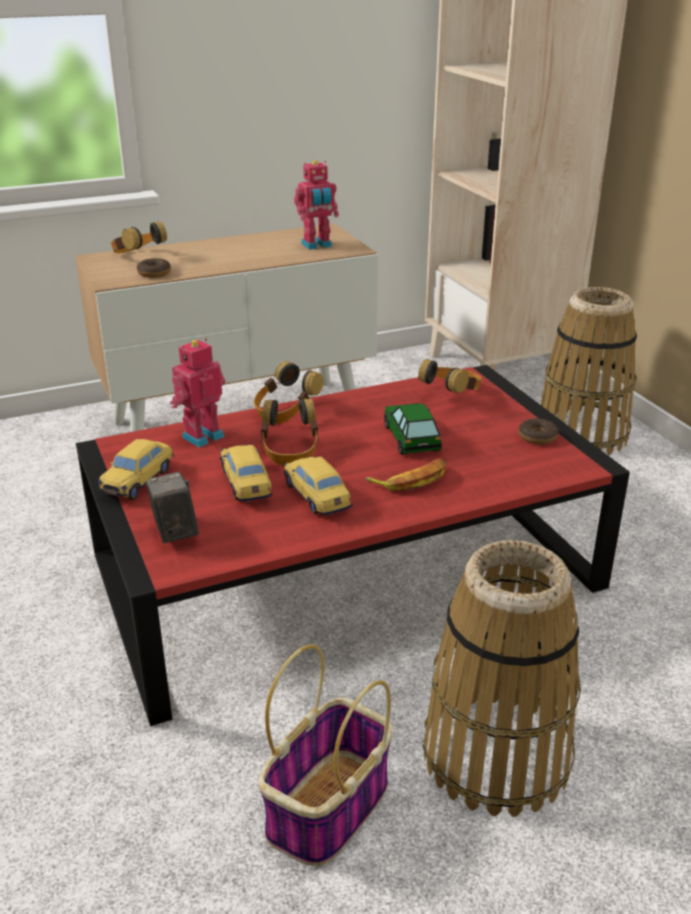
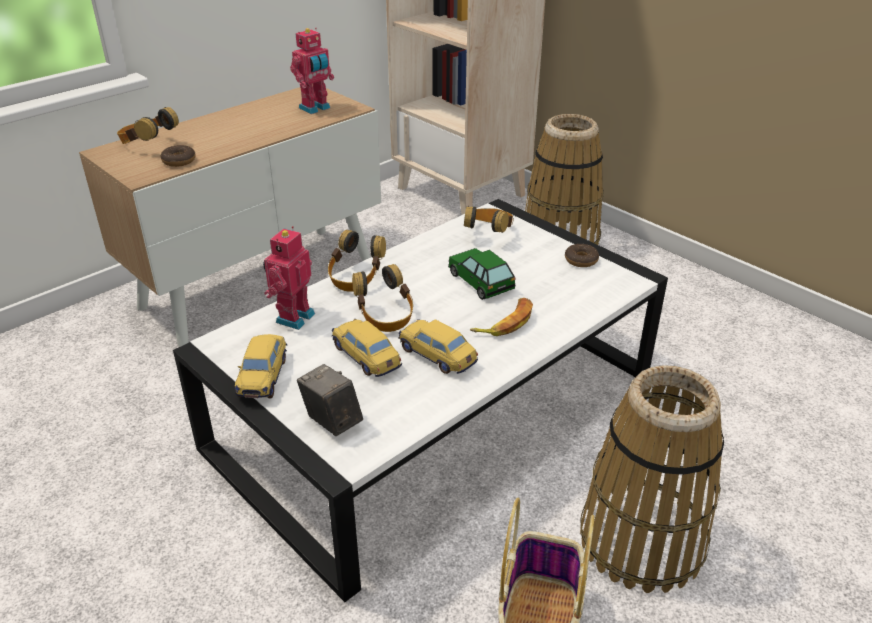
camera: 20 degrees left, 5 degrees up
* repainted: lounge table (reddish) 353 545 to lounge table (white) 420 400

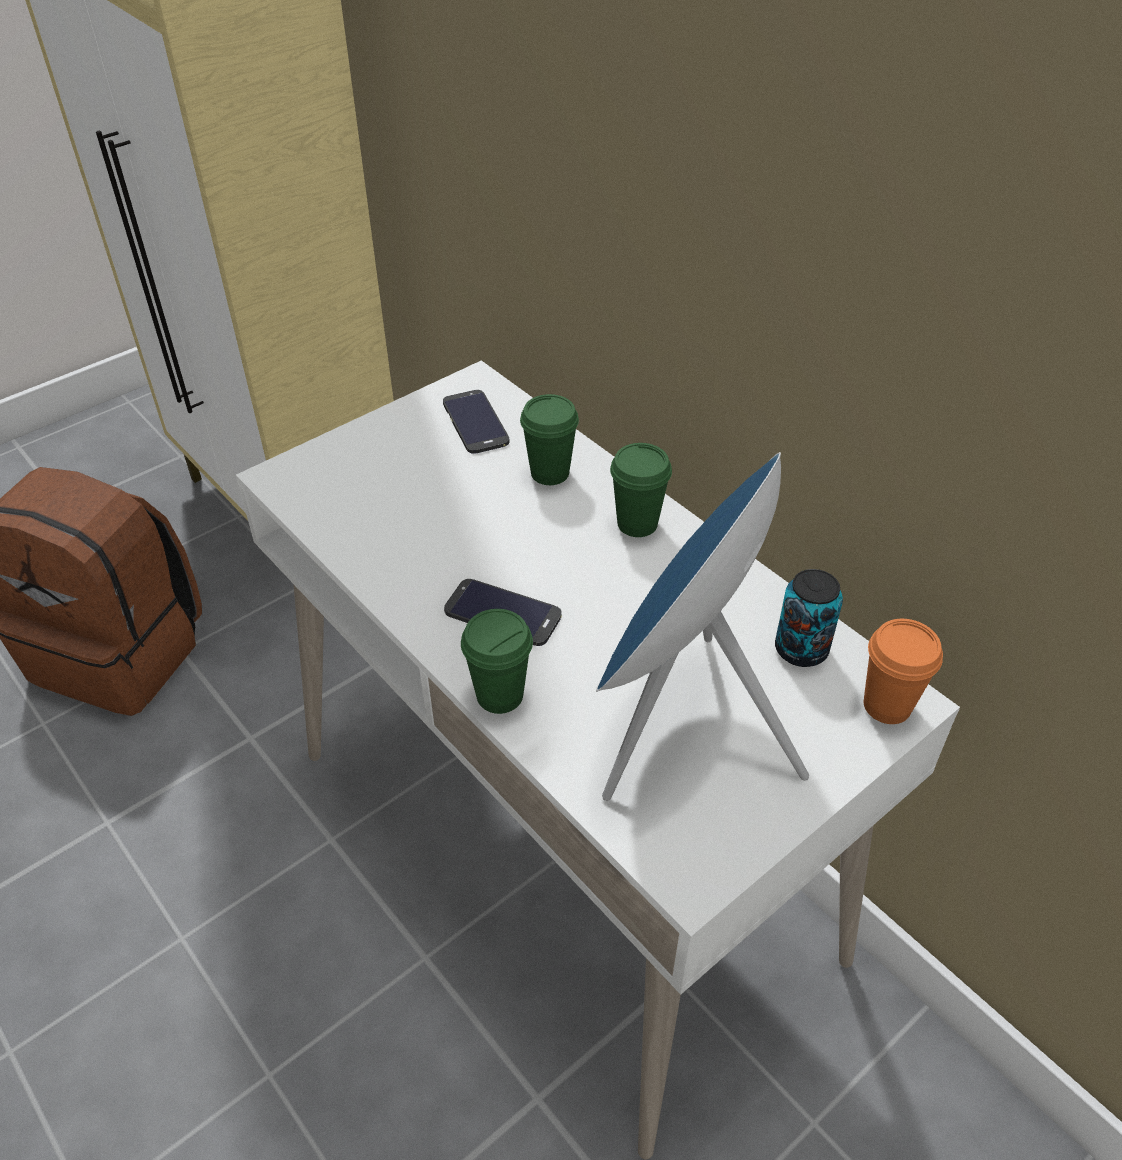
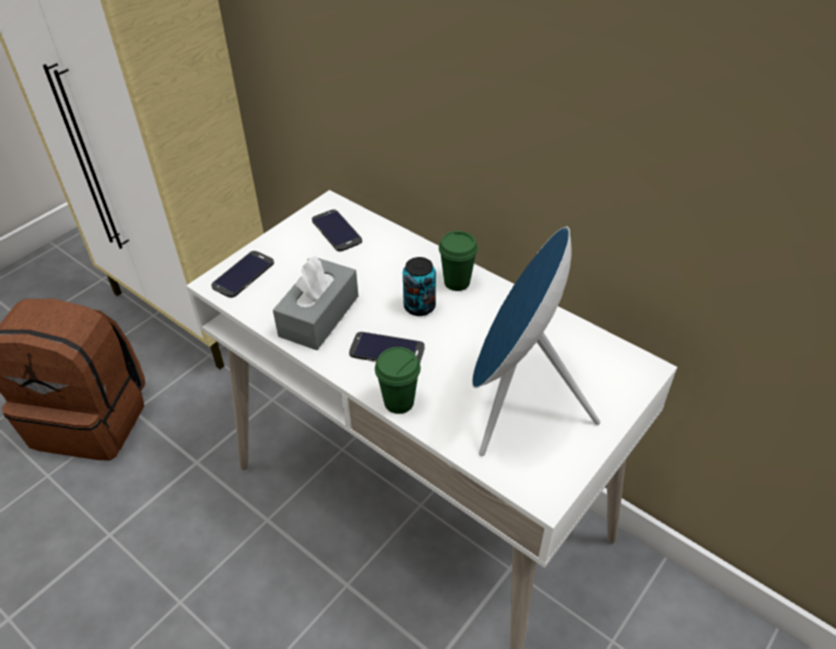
camera: 10 degrees left, 0 degrees up
* gone: cup (green) 549 439
* shifted: metal can 809 618 to 419 286
* gone: cup (orange) 903 671
* new: telephone 242 274
* new: box of tissues (grey) 315 303

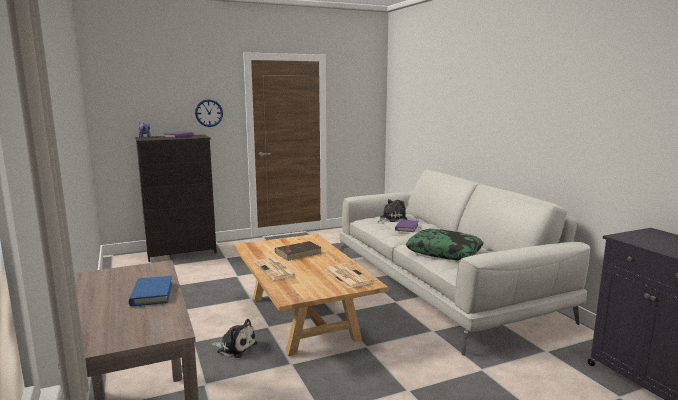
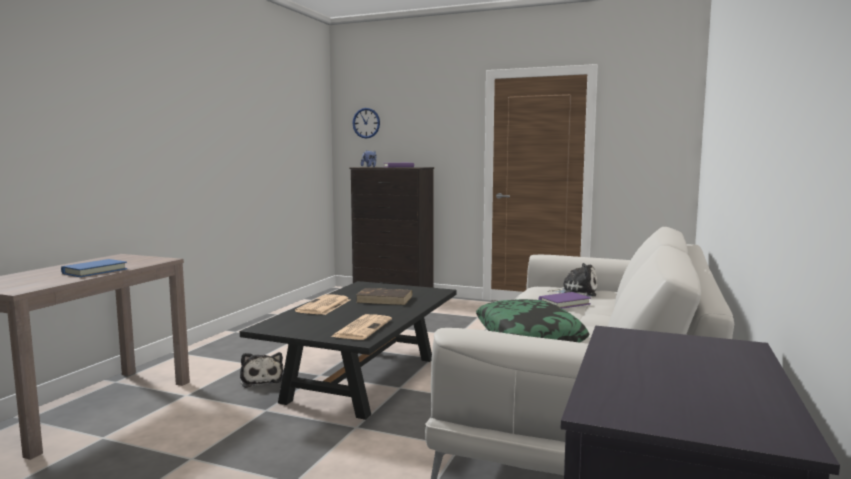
camera: 45 degrees right, 5 degrees down
* shifted: wall clock 209 113 to 366 123
* repainted: lounge table (sand-coloured) 311 295 to lounge table (blackish) 348 350

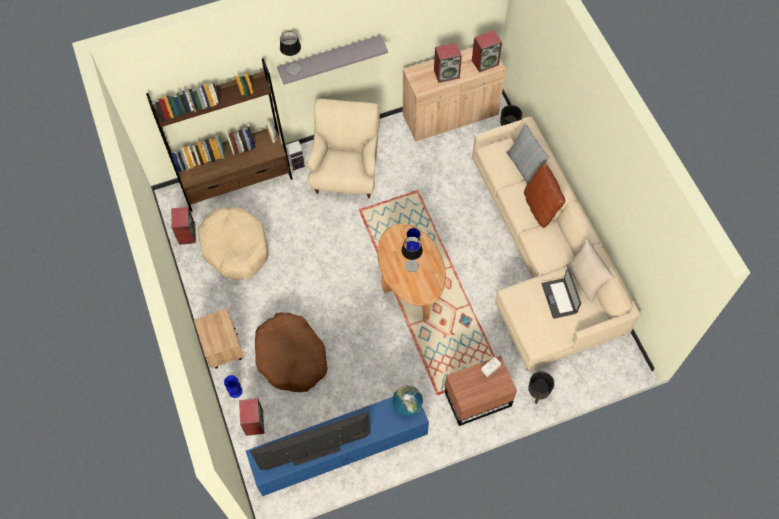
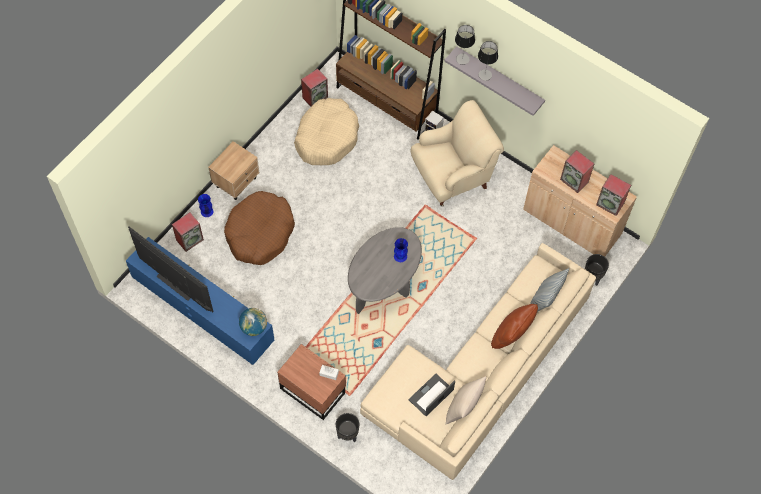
camera: 55 degrees right, 0 degrees up
* repainted: lounge table (brownish) 411 272 to lounge table (grey) 385 270
* shifted: tabletop lamp 412 254 to 488 61

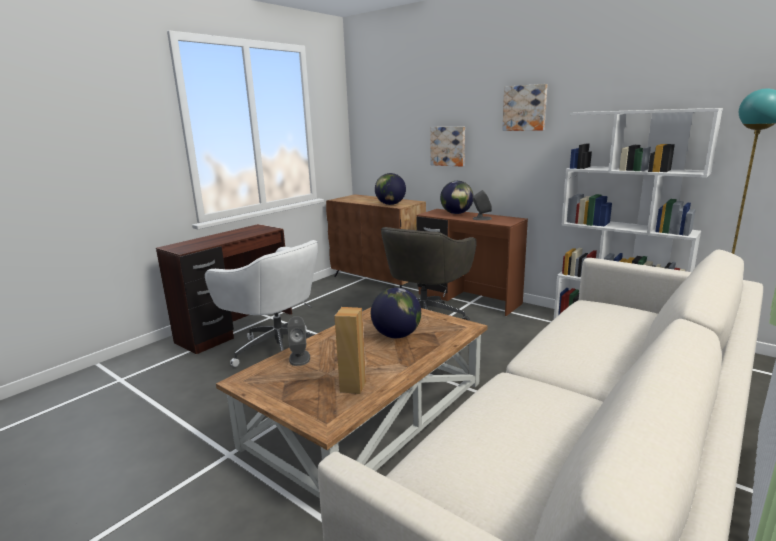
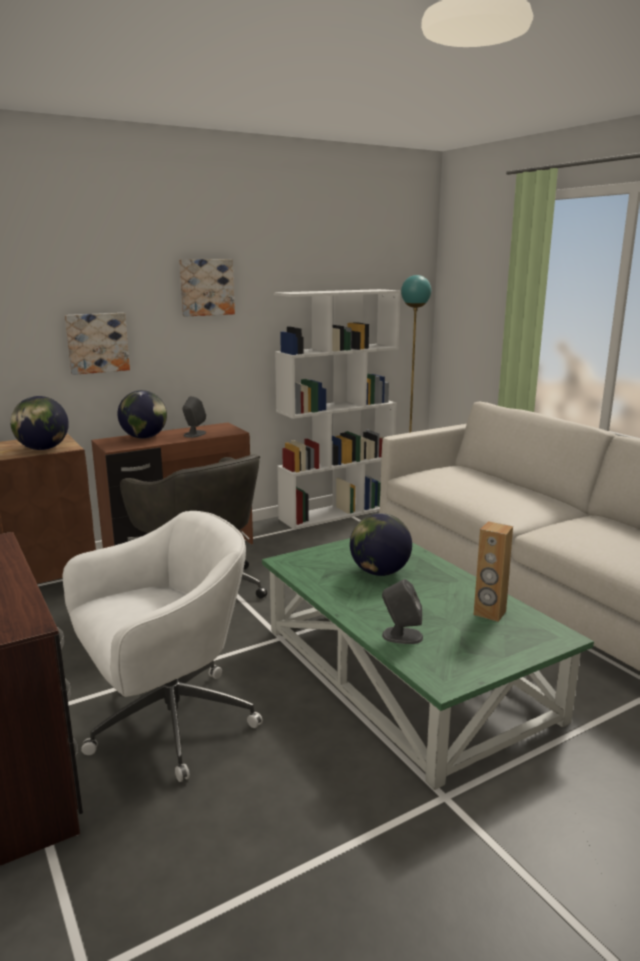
camera: 70 degrees left, 0 degrees up
* repainted: lounge table (brownish) 352 402 to lounge table (green) 428 664

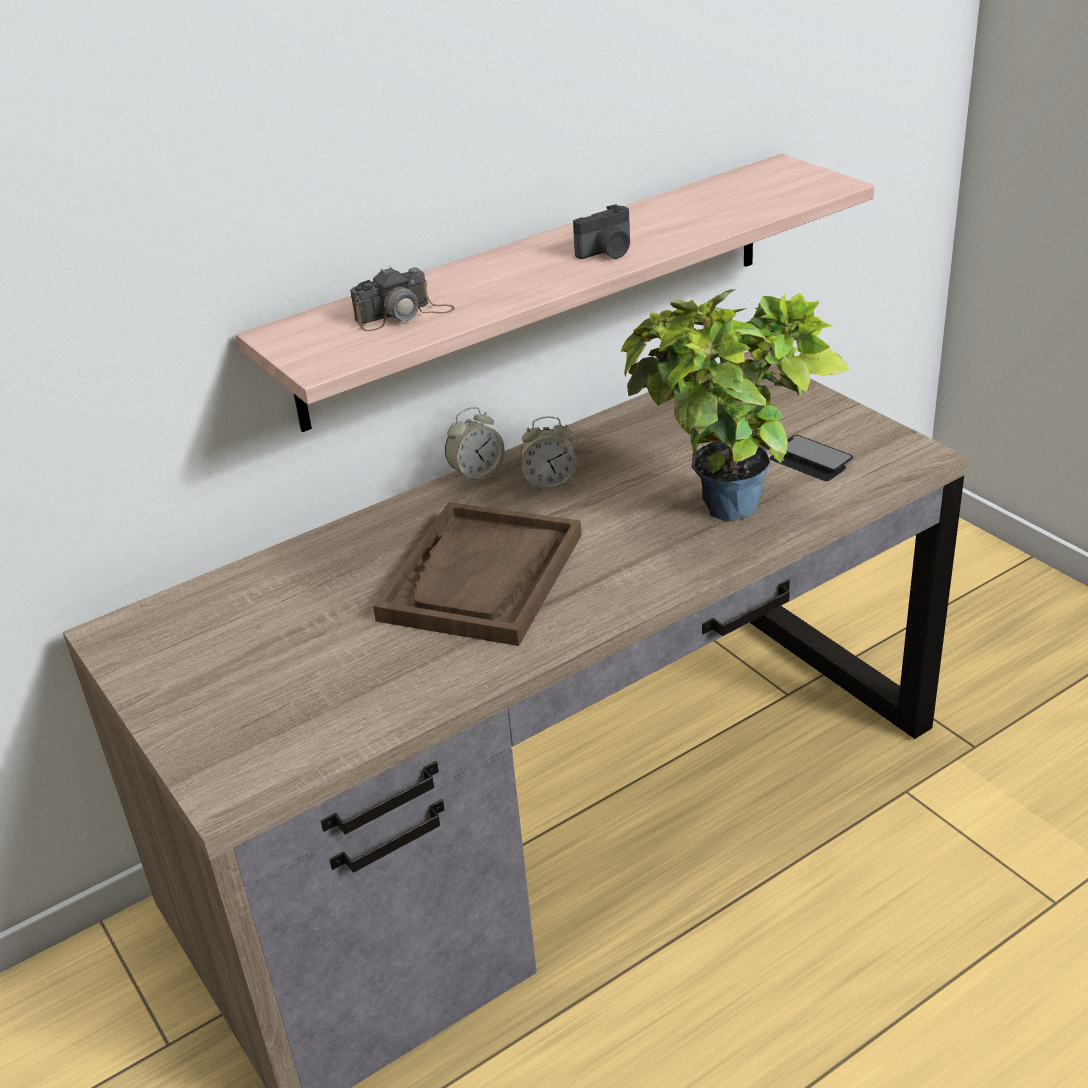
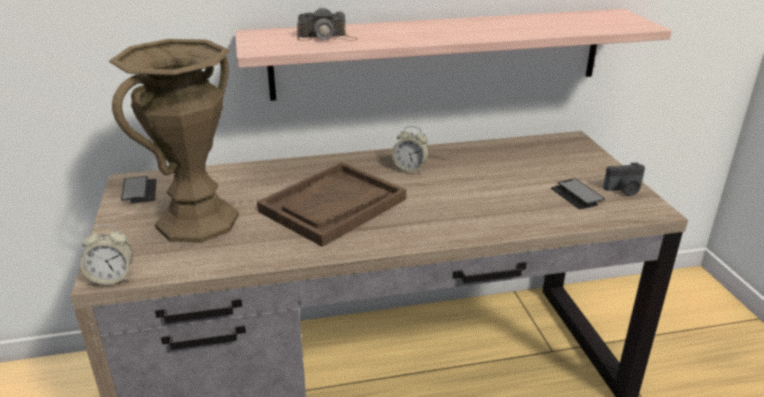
camera: 20 degrees right, 5 degrees down
* shifted: photo camera 601 231 to 624 179
* gone: potted plant 735 405
* shifted: alarm clock 475 445 to 106 255
* new: decorative vase (brownish) 174 141
* new: telephone 138 189

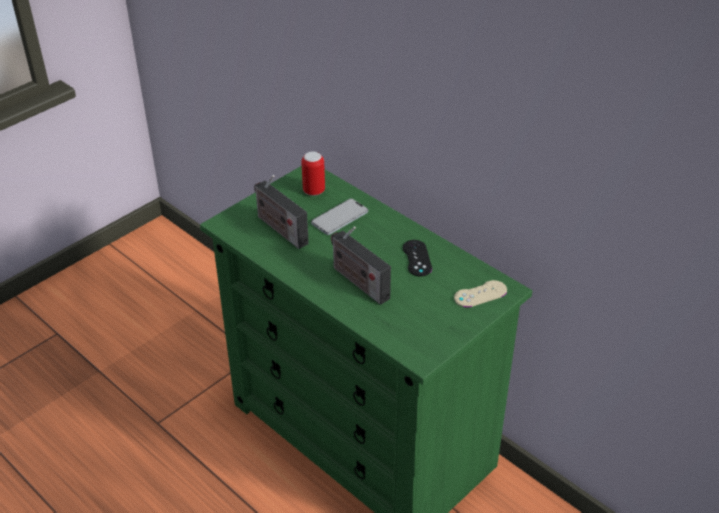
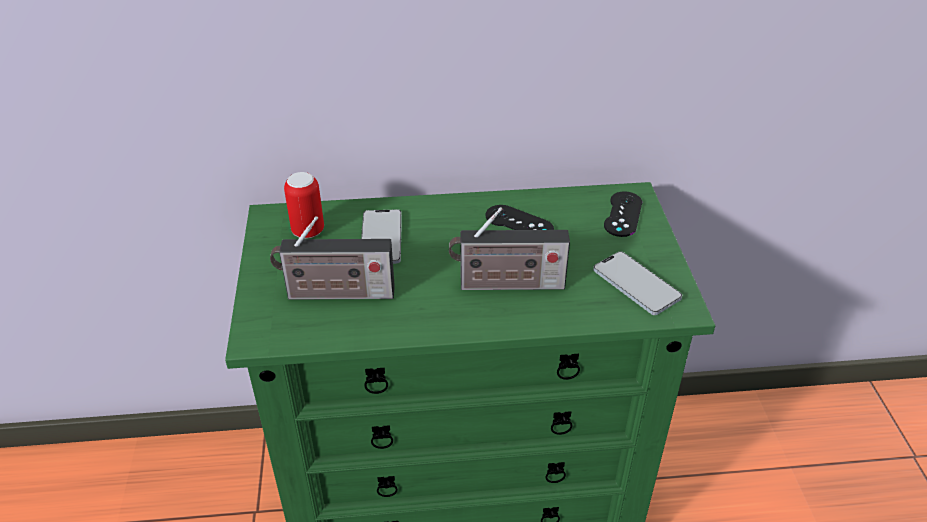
camera: 50 degrees left, 0 degrees up
* repainted: gamepad (sand-coloured) 480 293 to gamepad (blackish) 623 214
* new: telephone 637 283

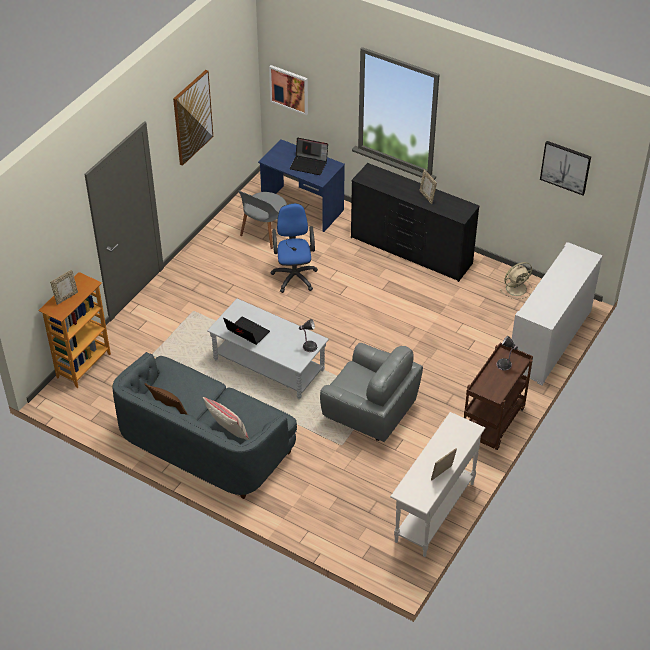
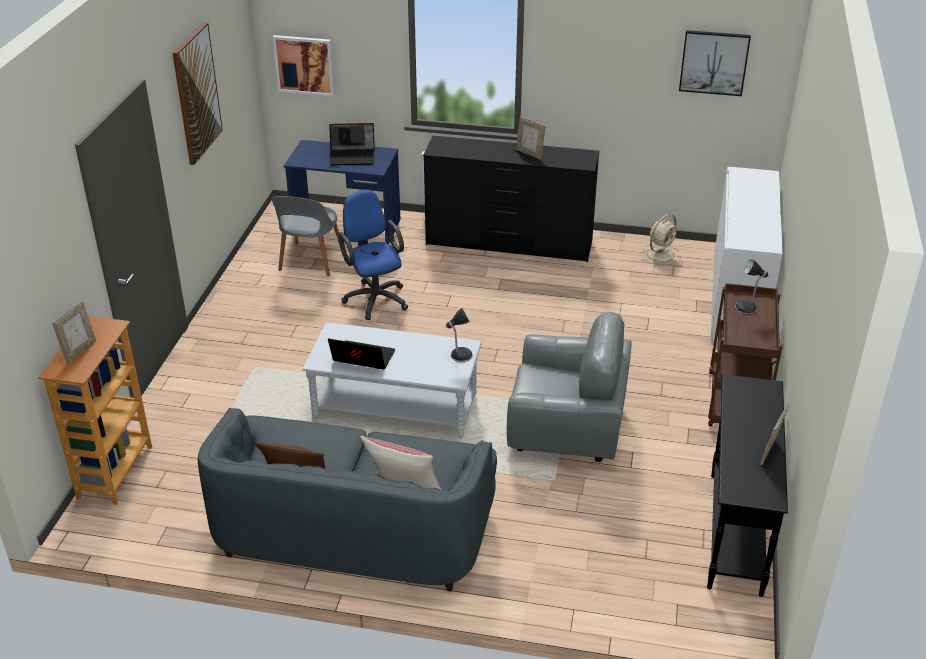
camera: 20 degrees left, 10 degrees down
* repainted: console table (white) 437 484 to console table (blackish) 747 485

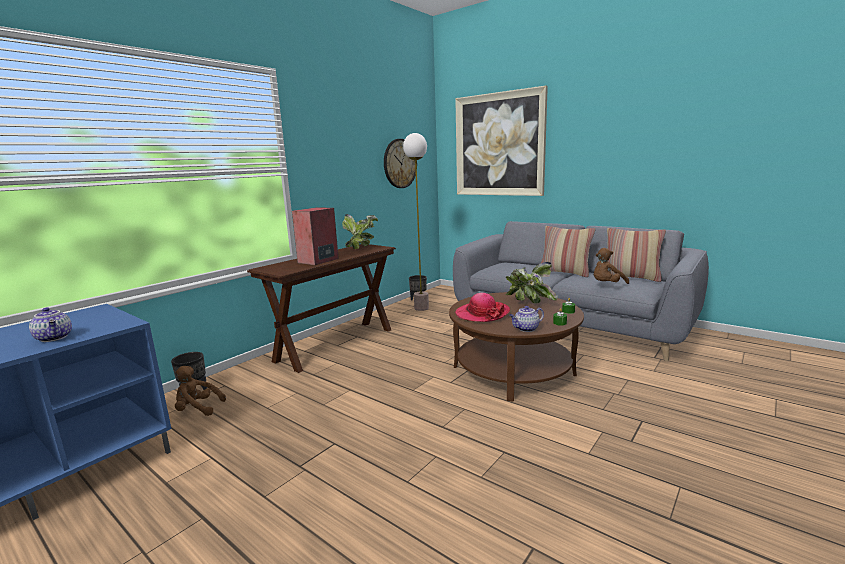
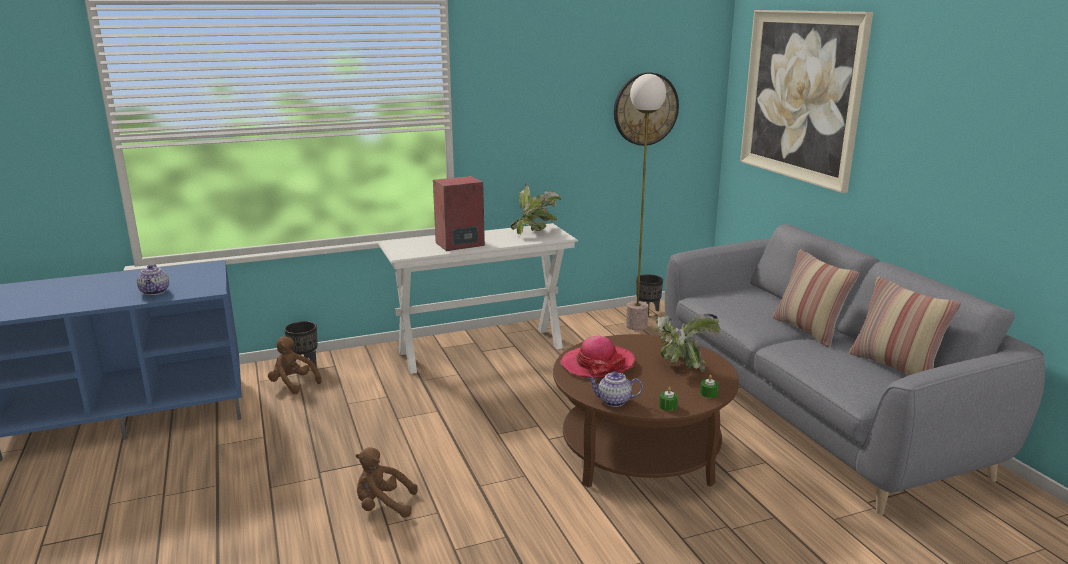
camera: 30 degrees right, 5 degrees up
* repainted: console table (brownish) 321 308 to console table (white) 478 298
* shifted: cuddly toy (brownish) 611 266 to 387 482

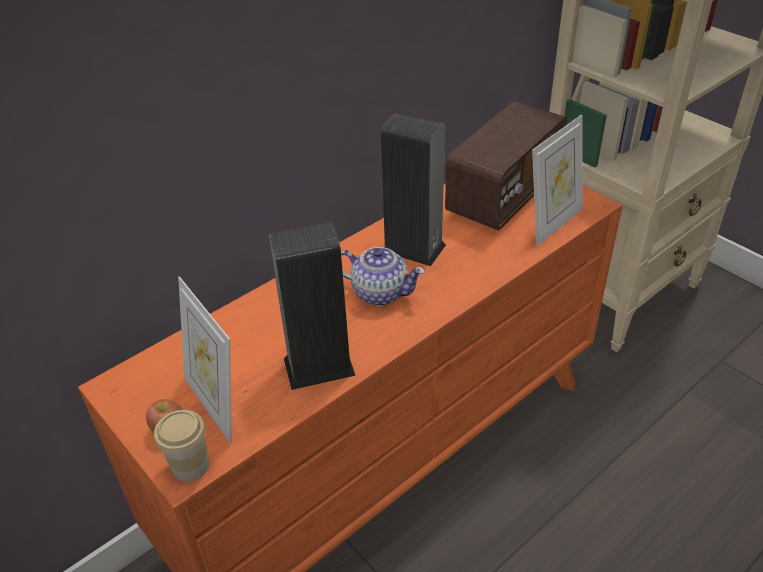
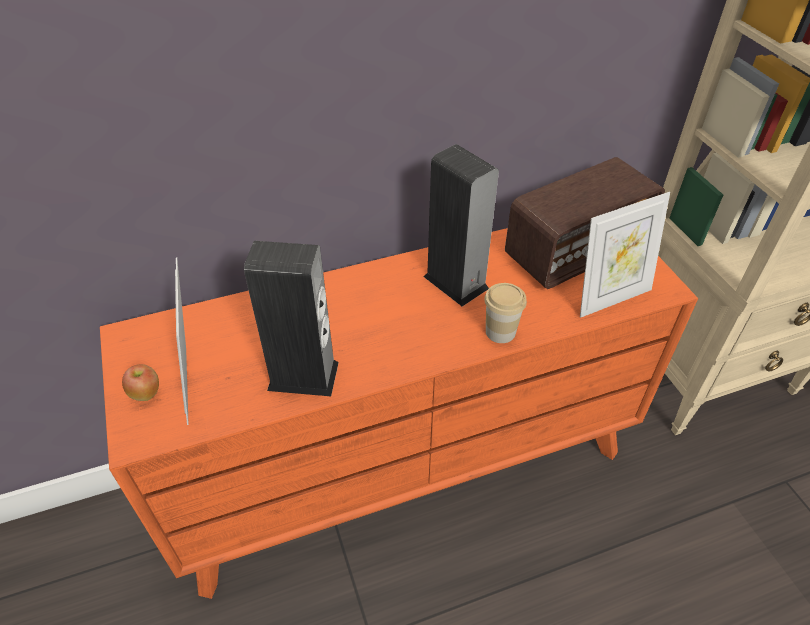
camera: 20 degrees right, 5 degrees up
* gone: pot for tea 383 276
* shifted: cup 181 446 to 505 313

